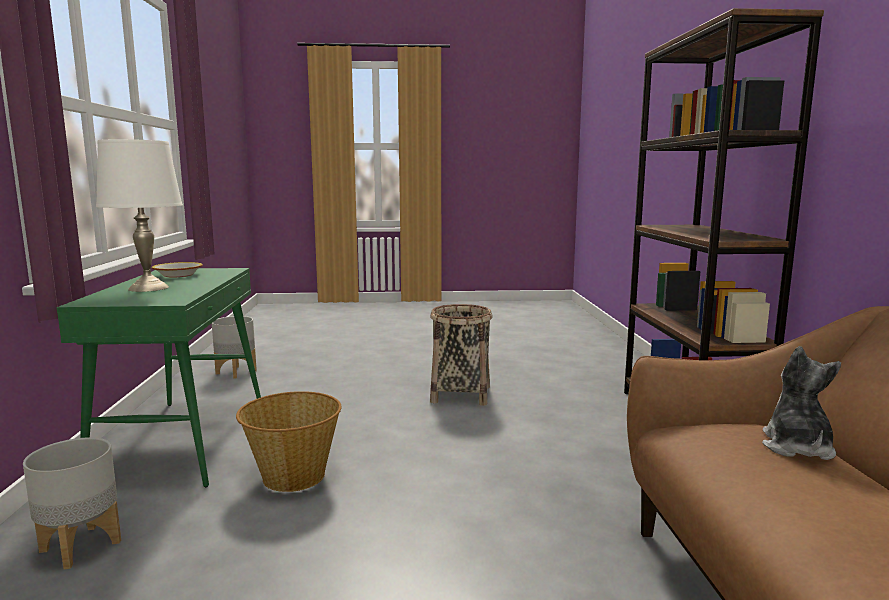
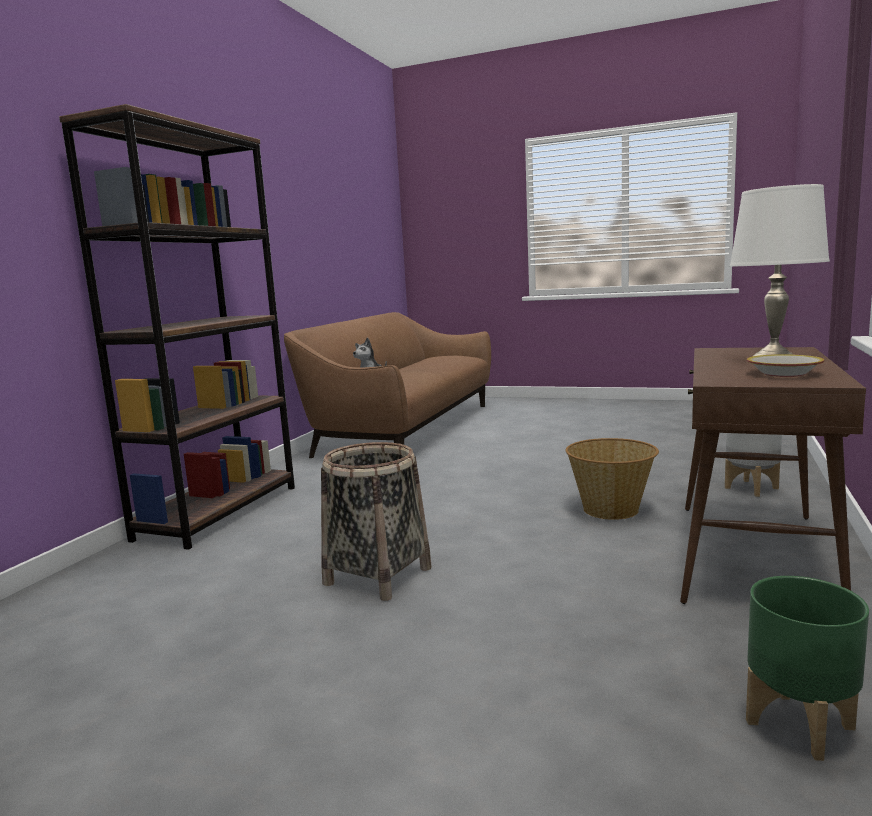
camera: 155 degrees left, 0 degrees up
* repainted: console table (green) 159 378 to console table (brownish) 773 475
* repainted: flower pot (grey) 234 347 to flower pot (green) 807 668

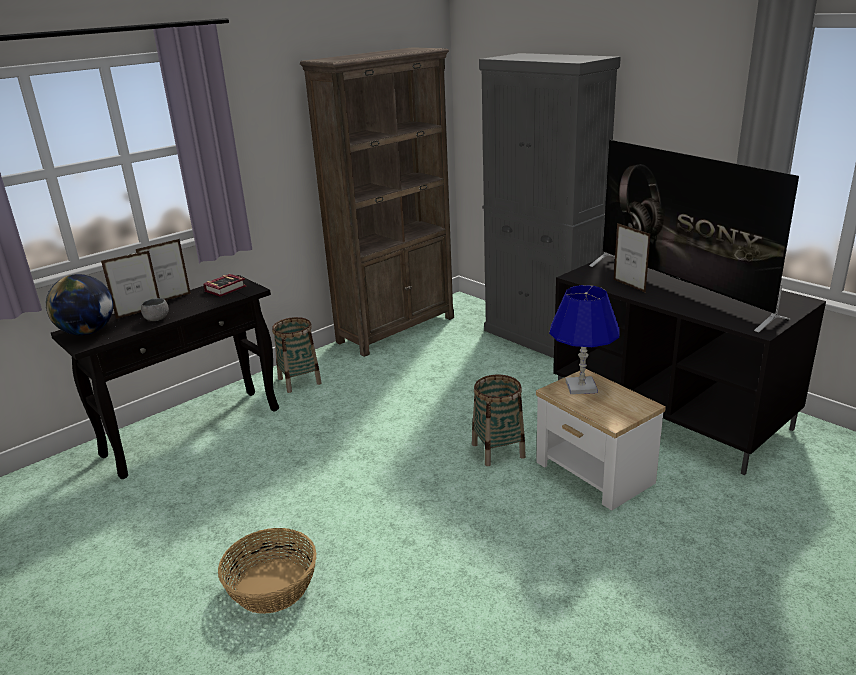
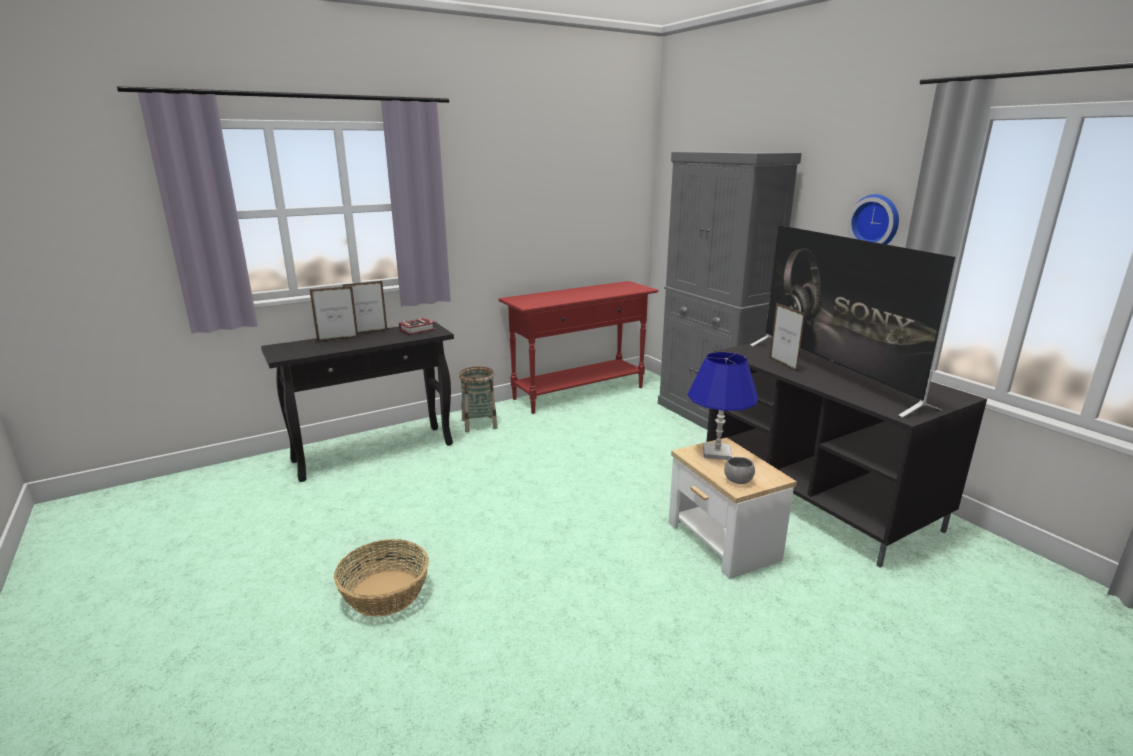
camera: 10 degrees right, 5 degrees down
* swapped: bookcase (brownish) 377 202 to console table (reddish) 578 347
* gone: desk globe 79 304
* shifted: deep dish (grey) 155 309 to 739 470
* gone: basket 499 420
* new: wall clock 873 219

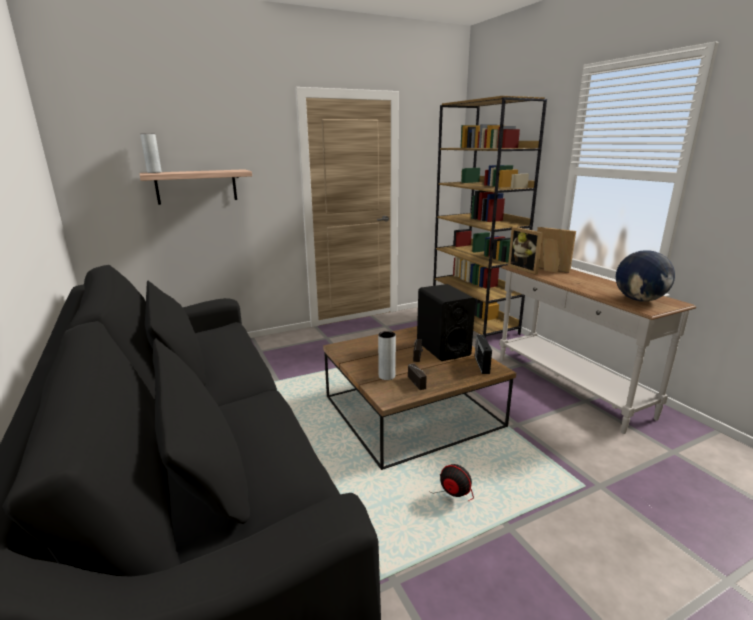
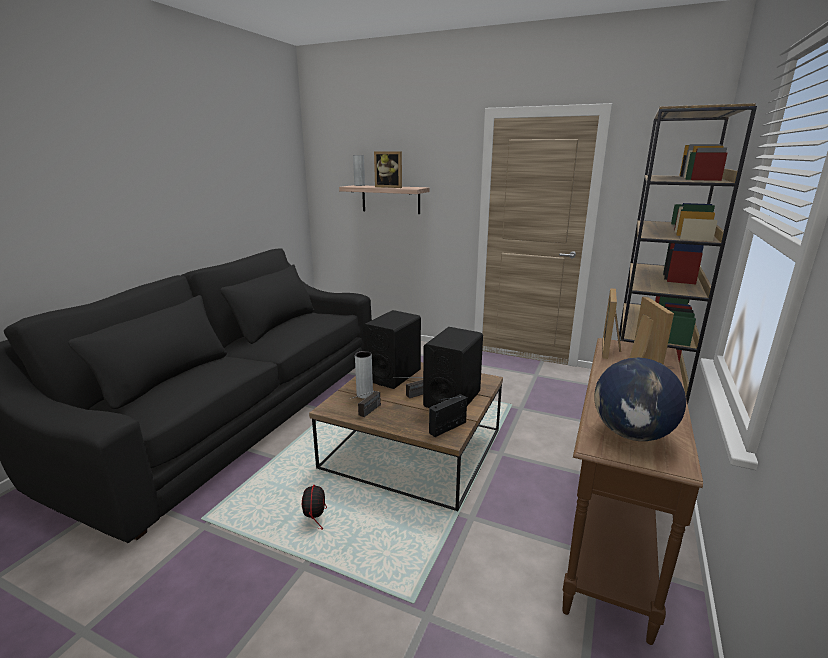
camera: 50 degrees right, 0 degrees up
* repainted: console table (white) 597 349 to console table (brownish) 633 491
* new: picture frame 388 169
* new: loudspeaker (blackish) 392 349

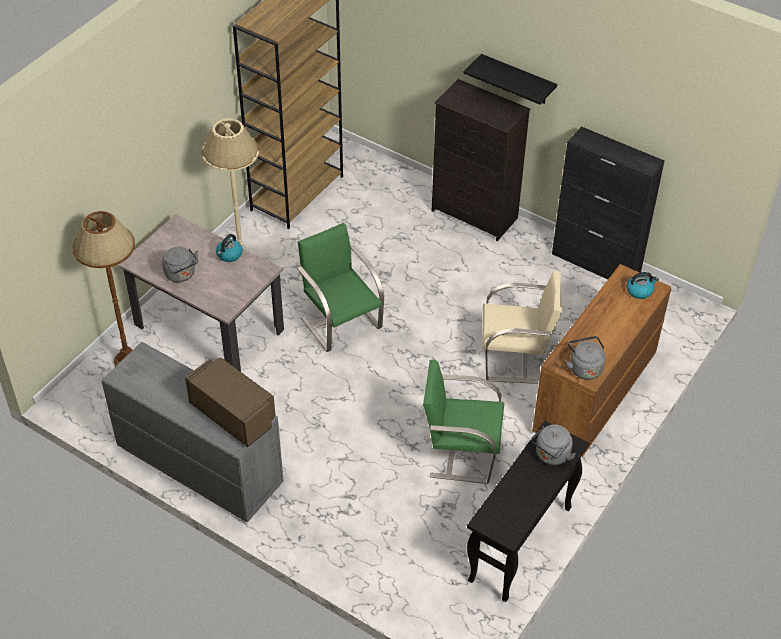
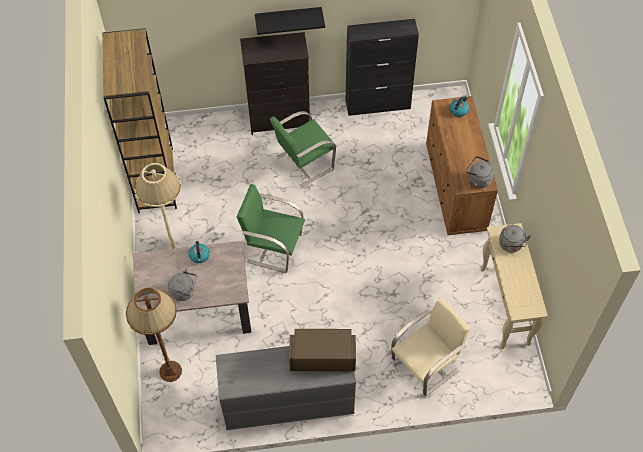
camera: 40 degrees left, 10 degrees up
* shifted: chair (sand-coloured) 522 327 to 431 346
* shifted: chair (green) 463 422 to 303 149
* repainted: console table (blackish) 528 511 to console table (sand-coloured) 514 286

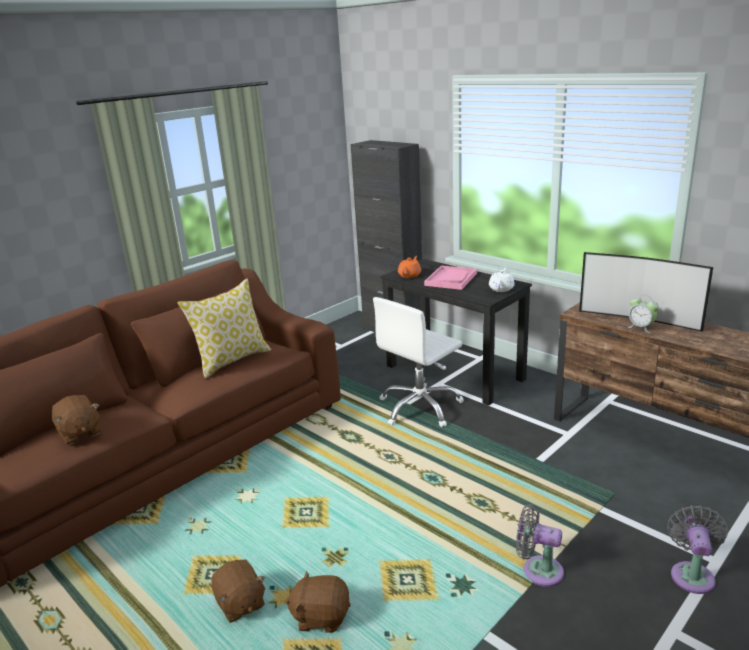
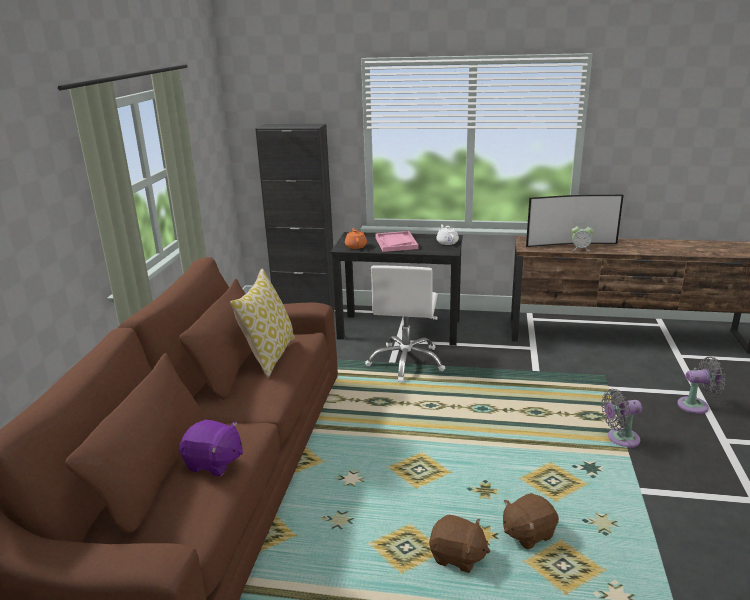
camera: 35 degrees left, 0 degrees up
* repainted: cuddly toy (brownish) 76 420 to cuddly toy (purple-coloured) 211 448
* rotated: cooling fan (grey) 697 549 = 701 385 105 degrees clockwise

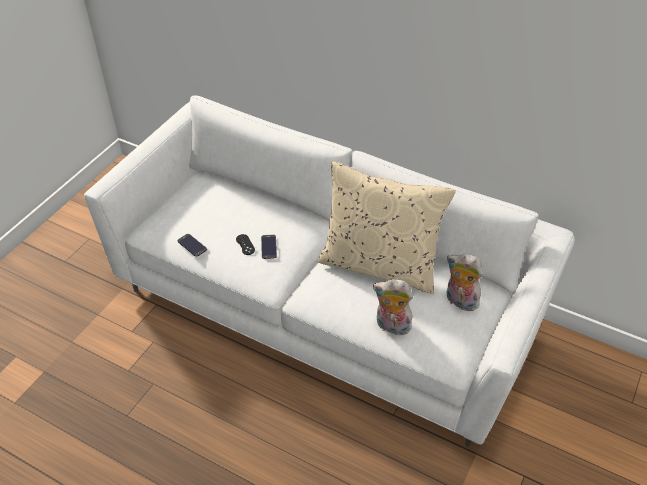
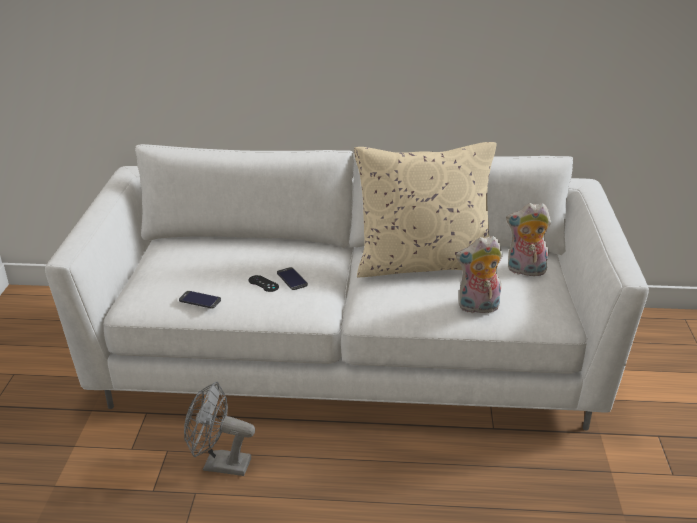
camera: 25 degrees left, 15 degrees down
* new: cooling fan (grey) 219 429

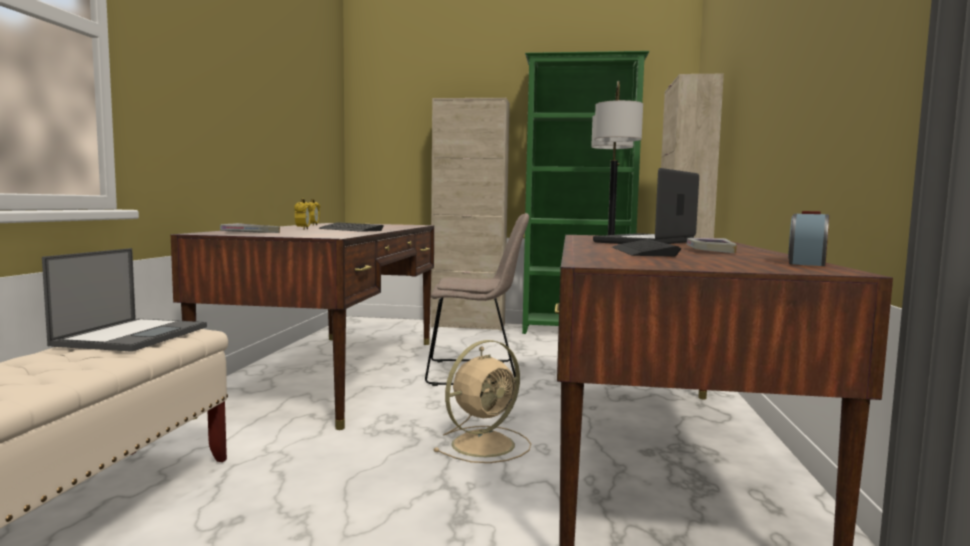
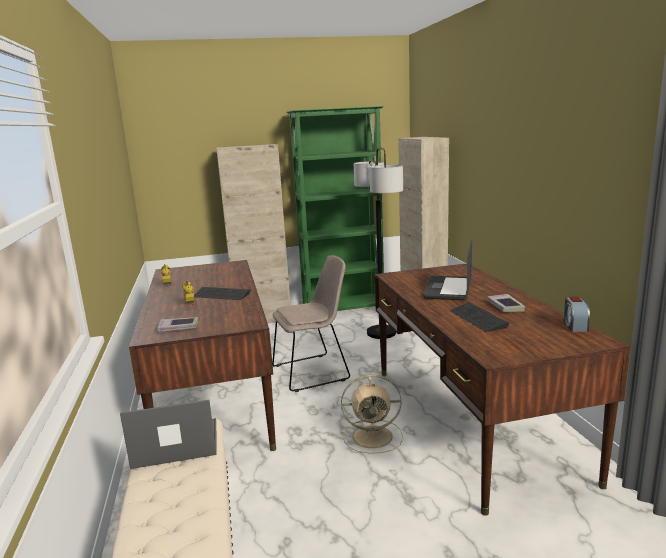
camera: 20 degrees left, 10 degrees up
* rotated: notebook computer 124 300 = 168 434 90 degrees counterclockwise
* rotated: cooling fan (sand-coloured) 482 401 = 372 414 60 degrees clockwise

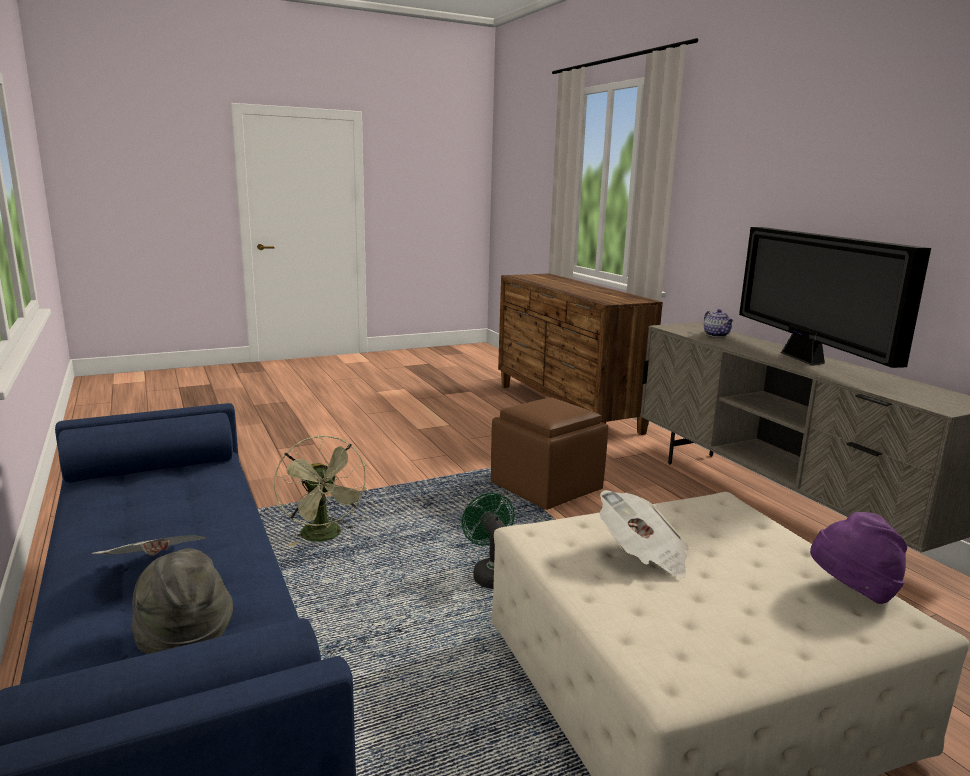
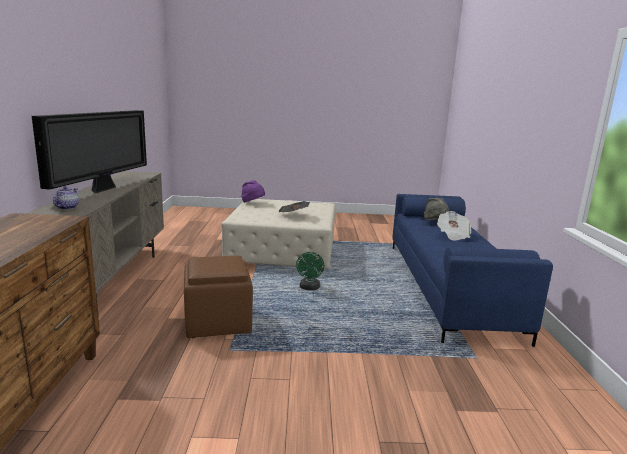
camera: 155 degrees left, 0 degrees up
* gone: cooling fan (green) 321 490

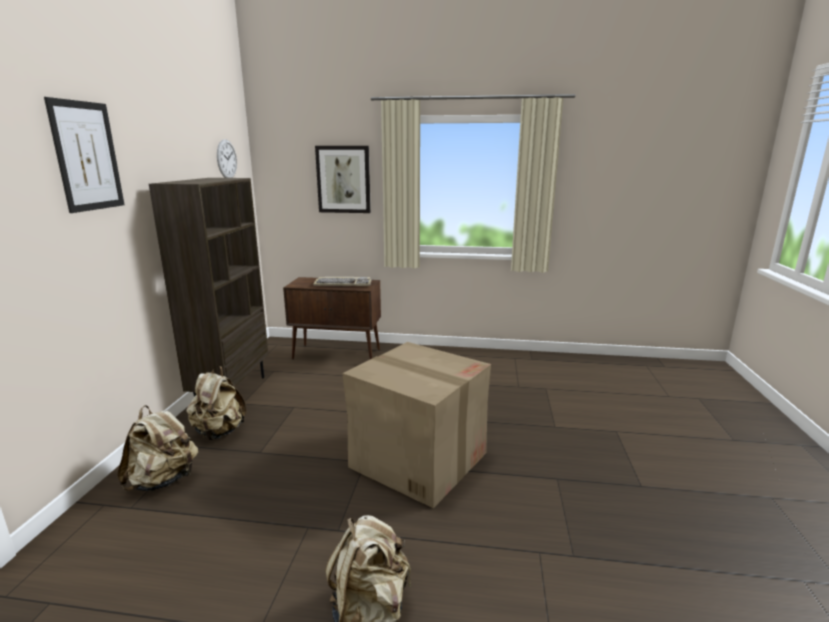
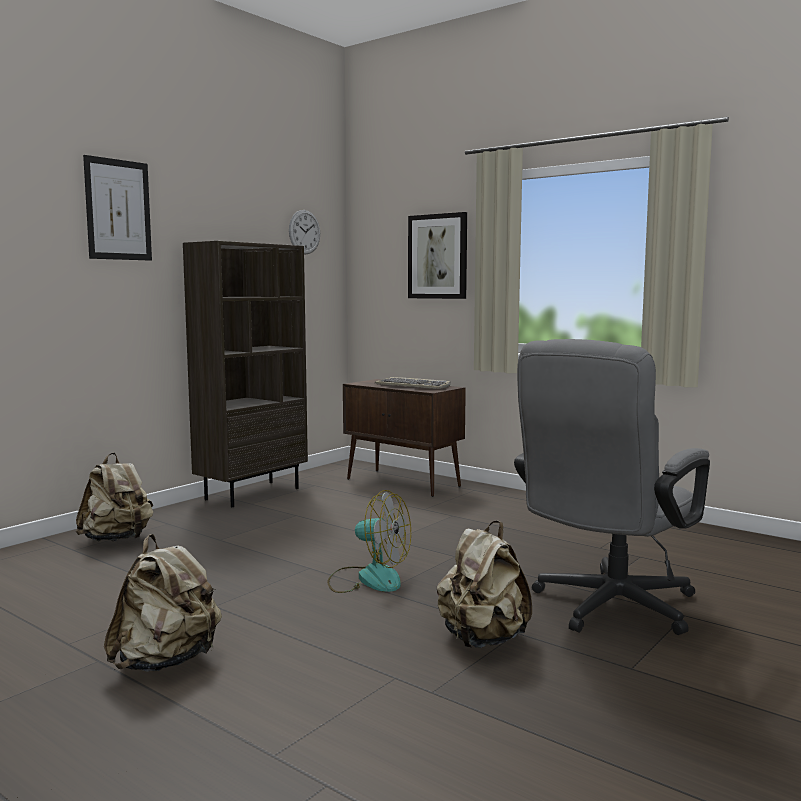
camera: 30 degrees right, 10 degrees down
* swapped: cardboard box 416 425 to cooling fan 369 541
* shifted: rucksack (sand-coloured) 216 403 to 484 584
* new: office chair (grey) 612 487

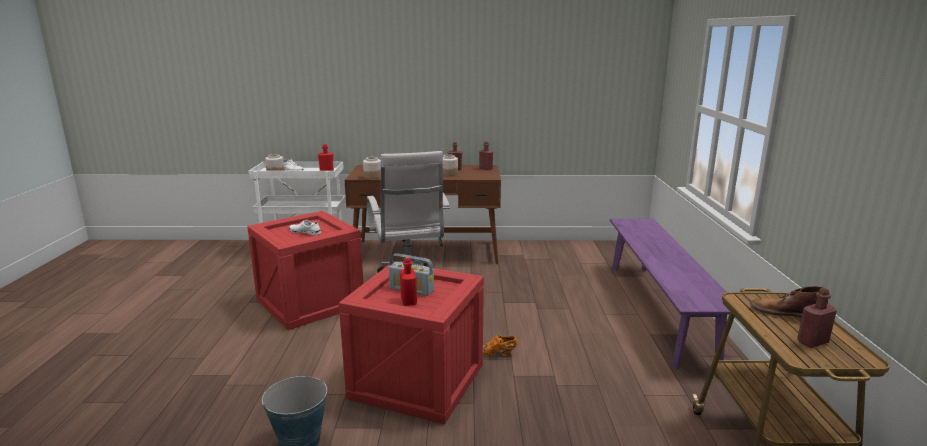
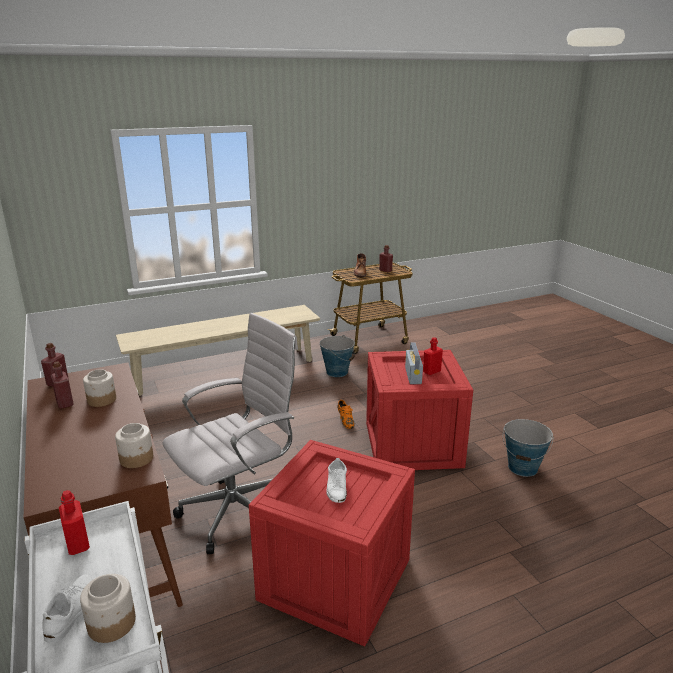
camera: 115 degrees left, 5 degrees up
* repainted: bench (purple-coloured) 670 294 to bench (sand-coloured) 218 350
* new: water bucket 337 356

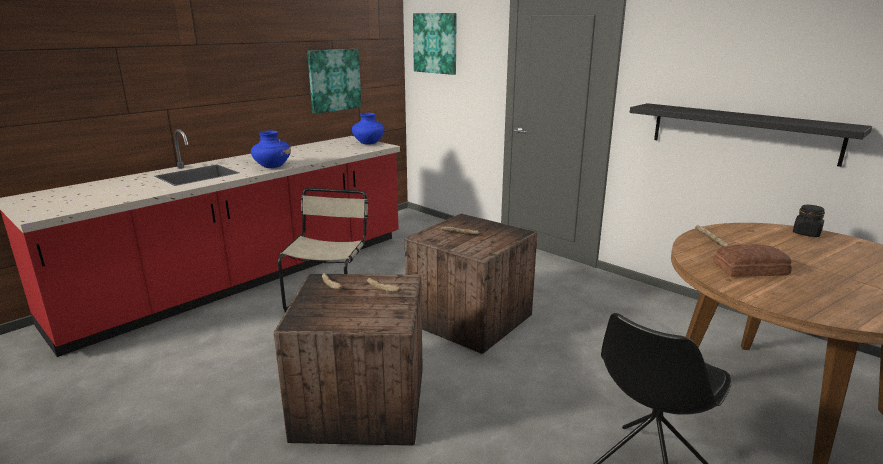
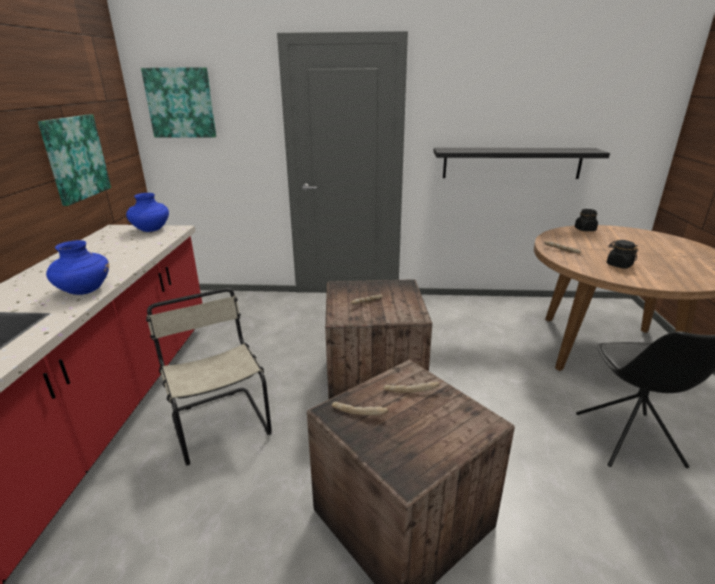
camera: 40 degrees left, 5 degrees up
* swapped: baked bread 752 260 to preserve jar (blackish) 622 254

